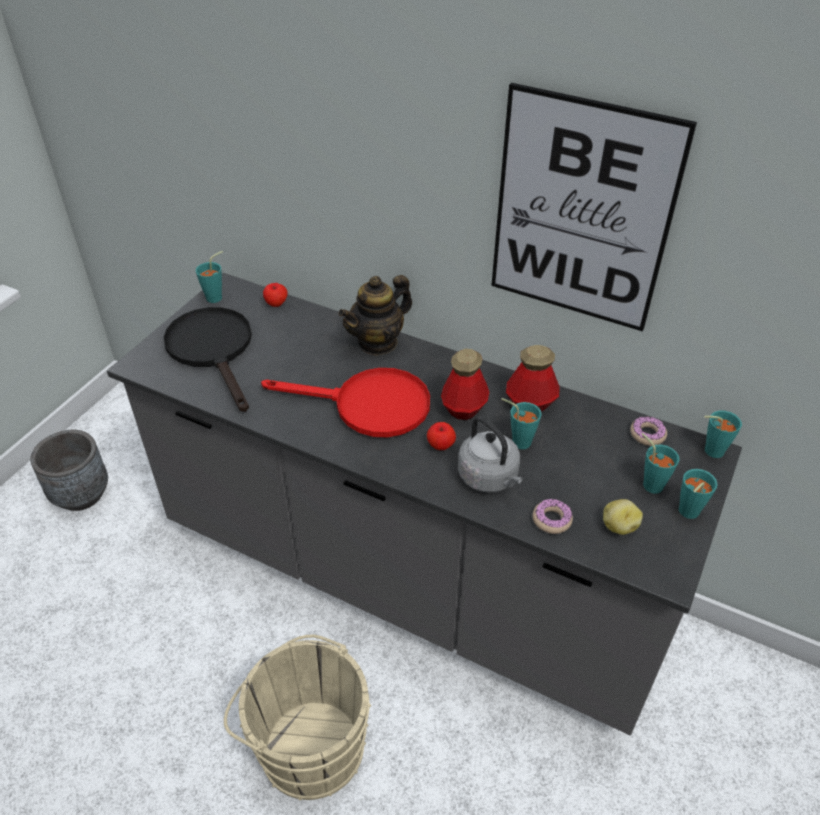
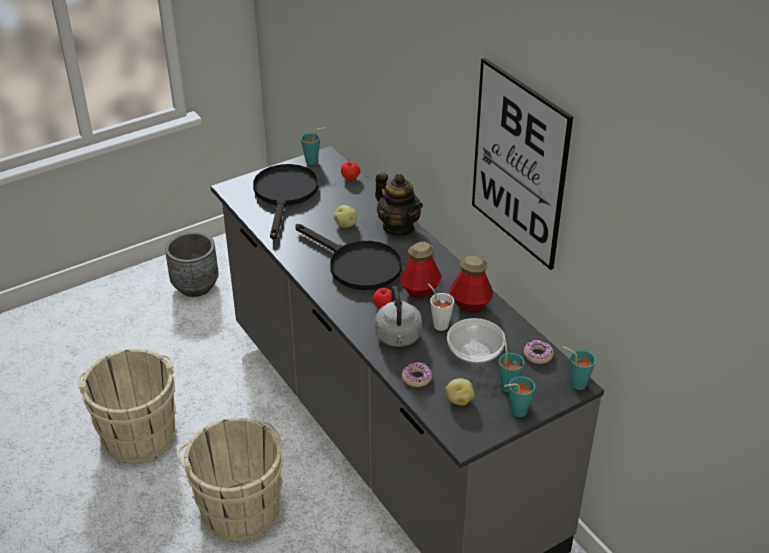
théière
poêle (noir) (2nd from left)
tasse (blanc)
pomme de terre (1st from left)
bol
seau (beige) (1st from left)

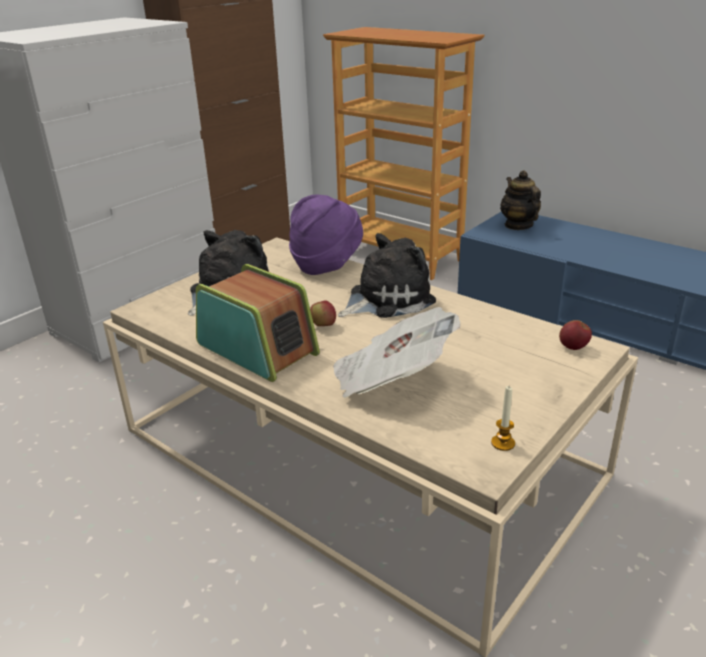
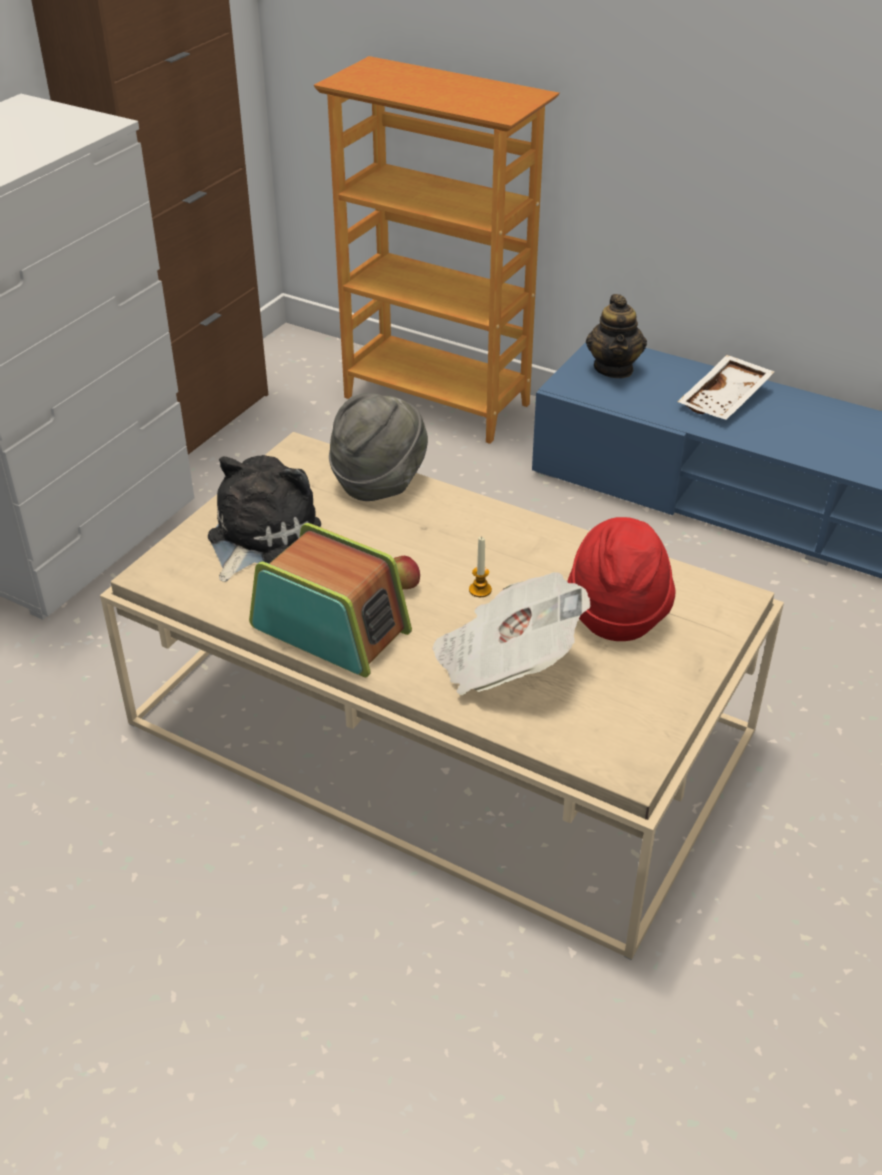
théière
chapeau (gris)
peluche (2nd from left in the first image)
pomme (2nd from left in the first image)
bougie
plateau (blanc)
chapeau (rouge)

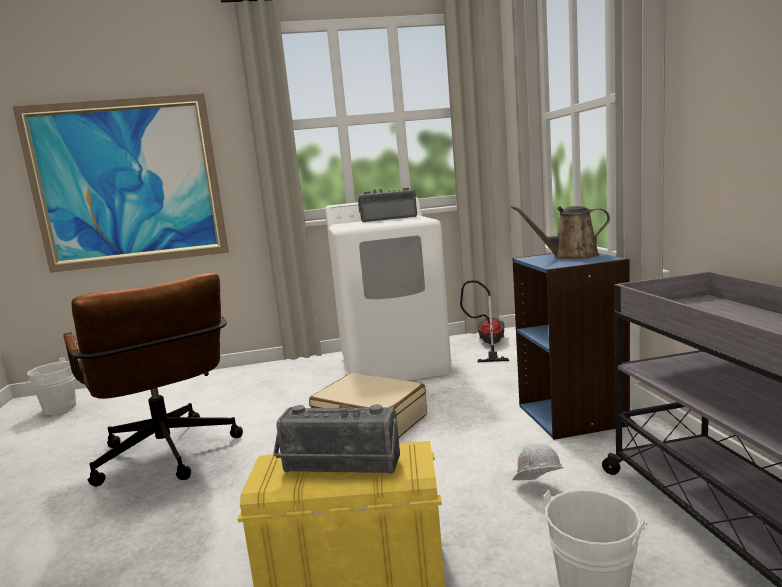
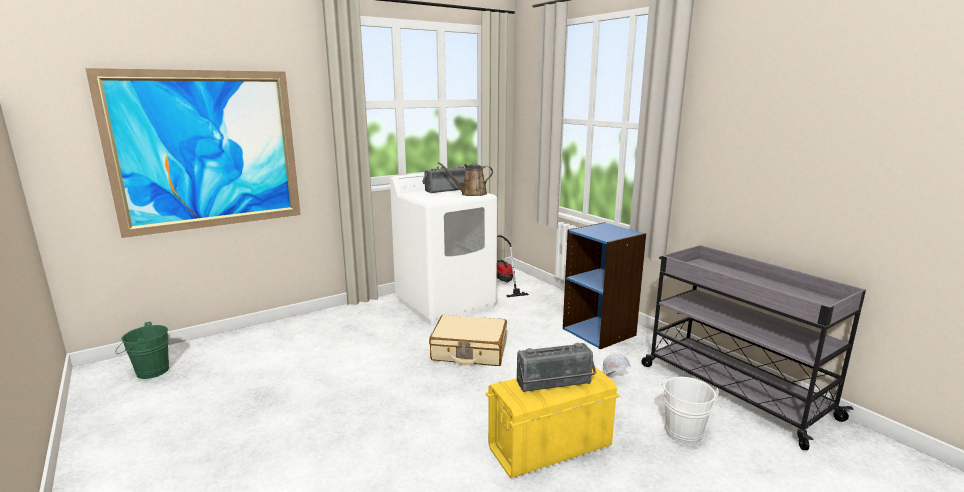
arrosoir (marron)
chaise de bureau (marron)
seau (vert)

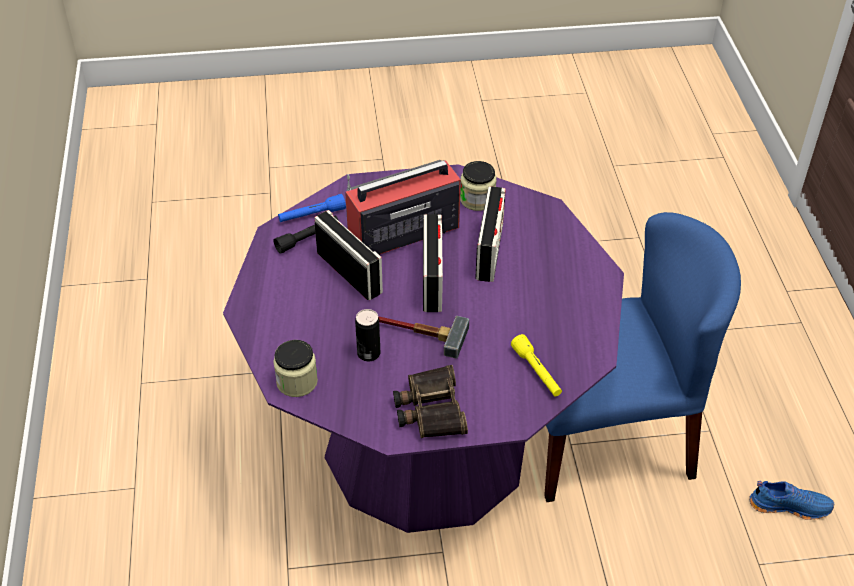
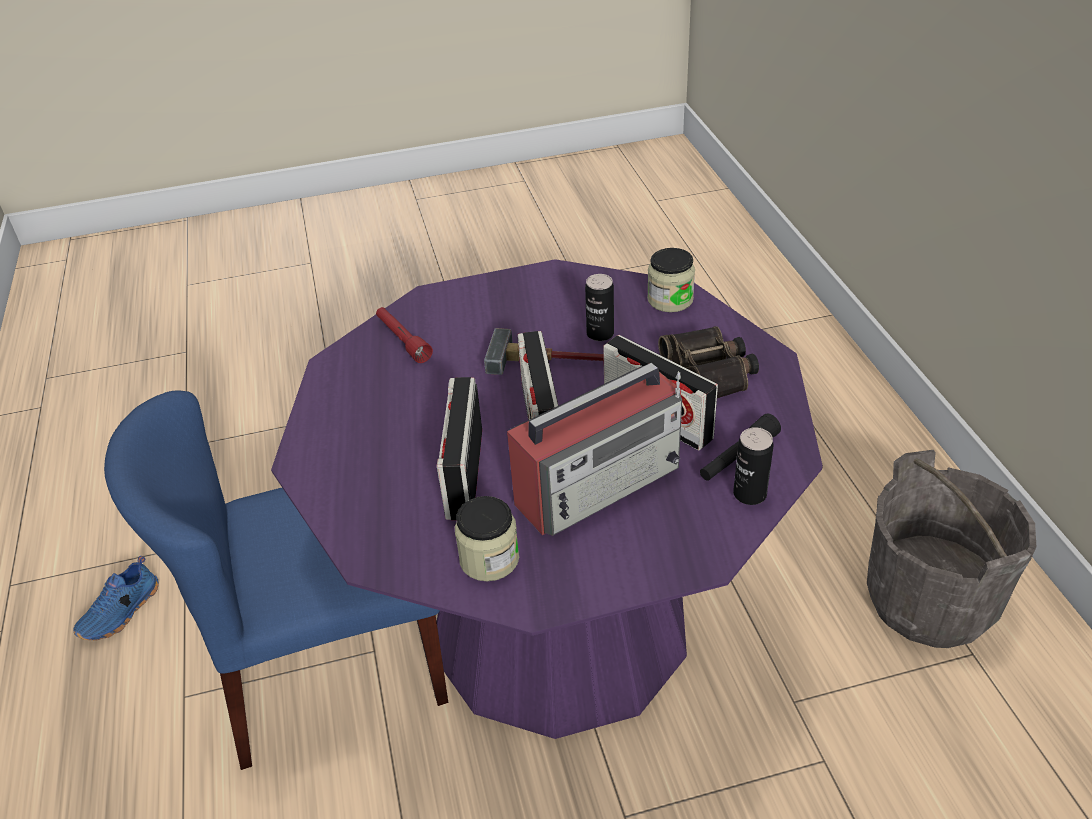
boîte métallique (2nd from left)
lampe de poche (rouge)
jumelles
chaussure (bleu)
seau (gris)

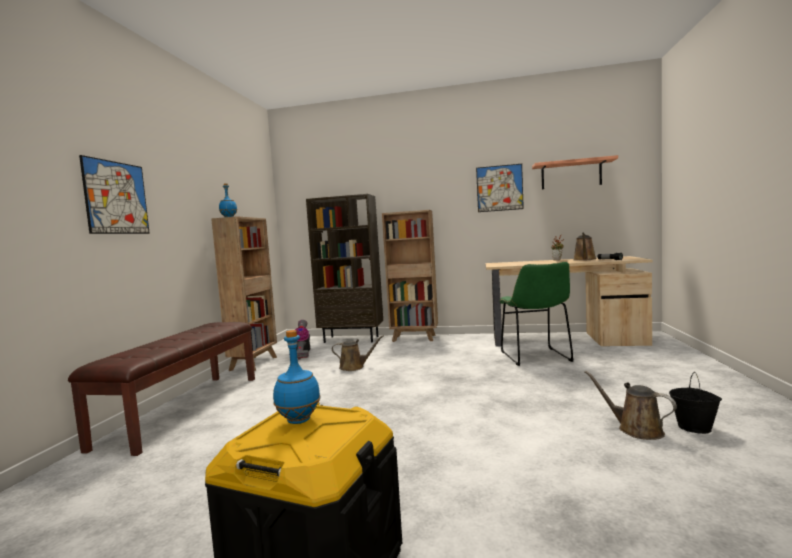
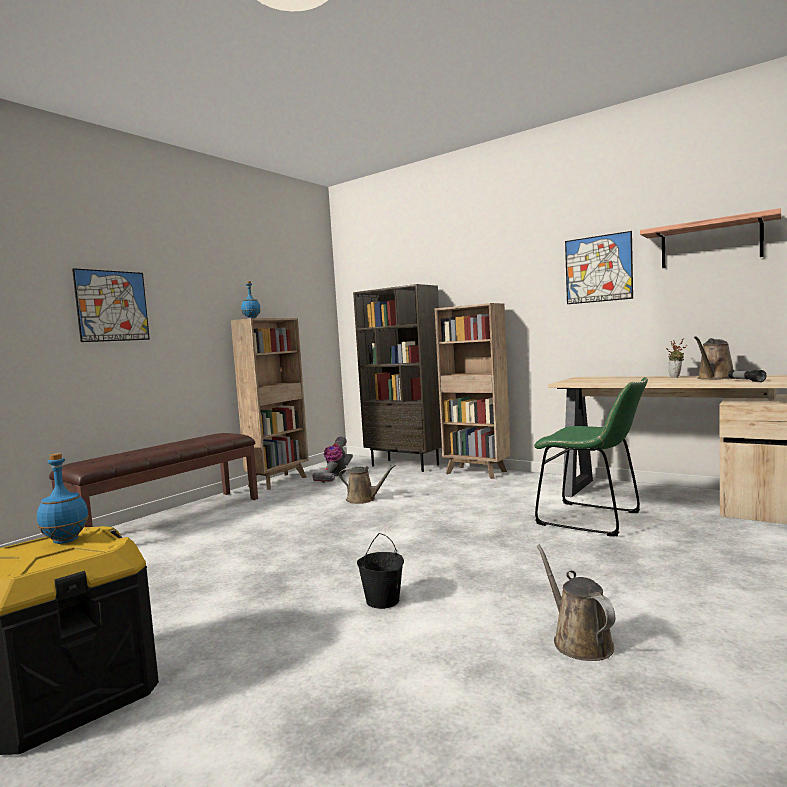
chaise (vert)
seau (noir)

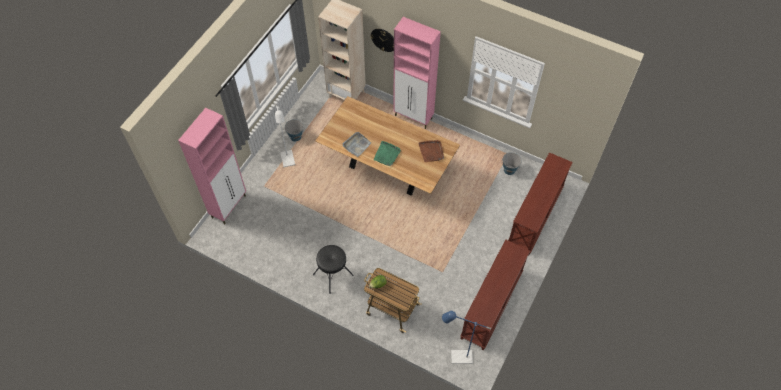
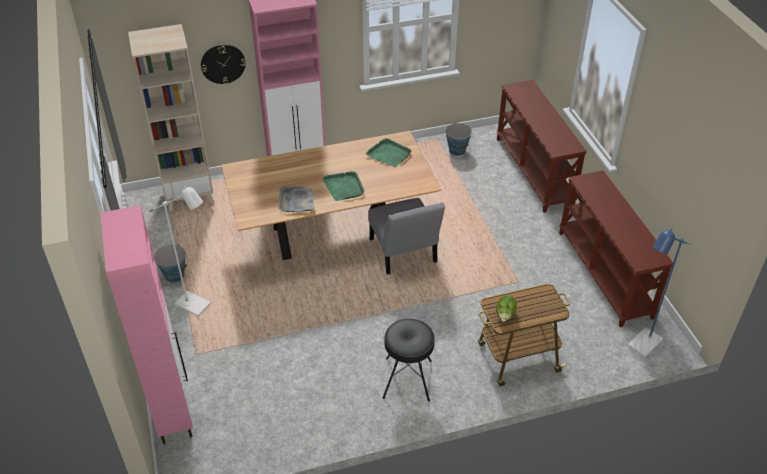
plateau (vert) (2nd from left)
chaise (gris)

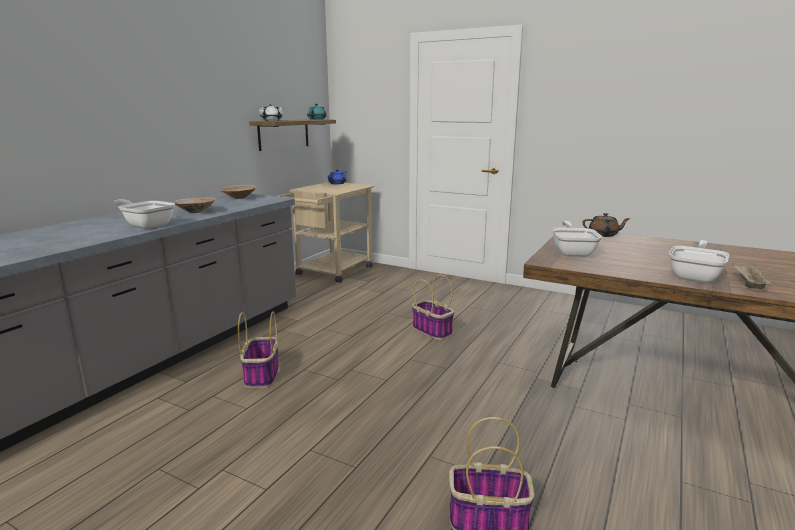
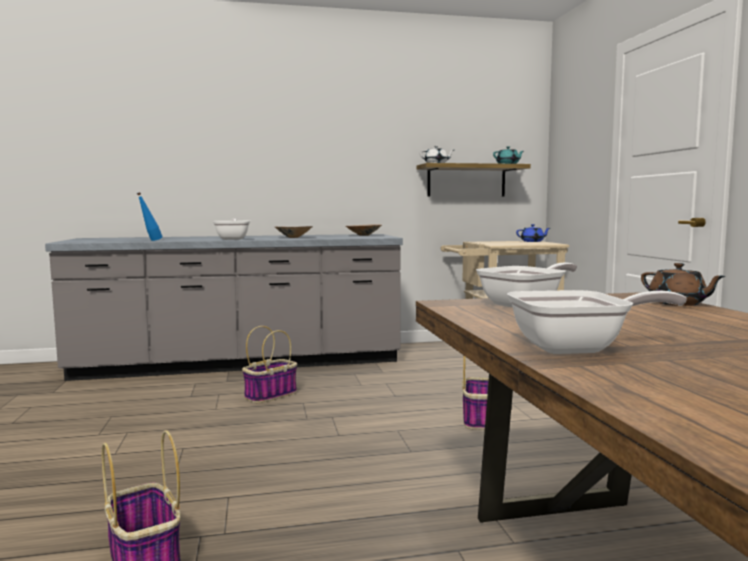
plateau (beige)
bouteille (bleu)

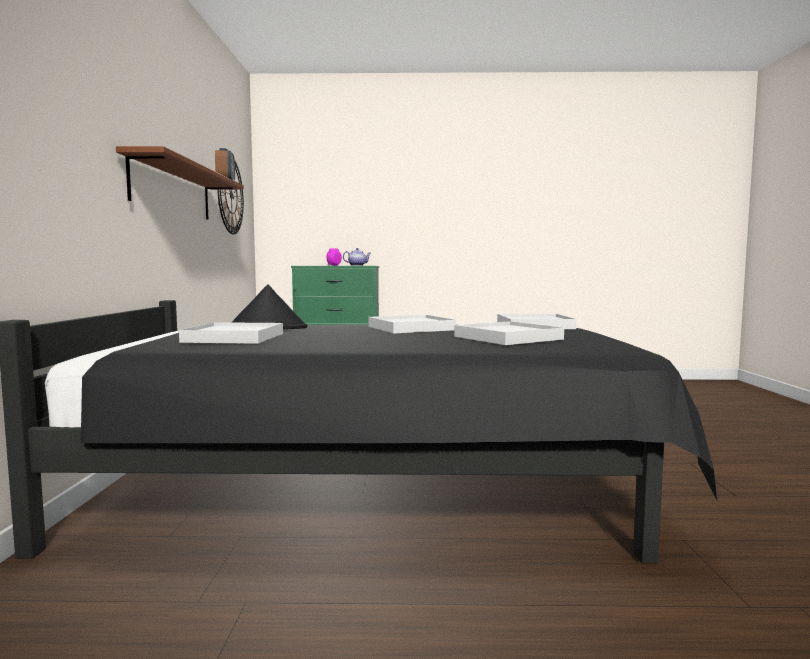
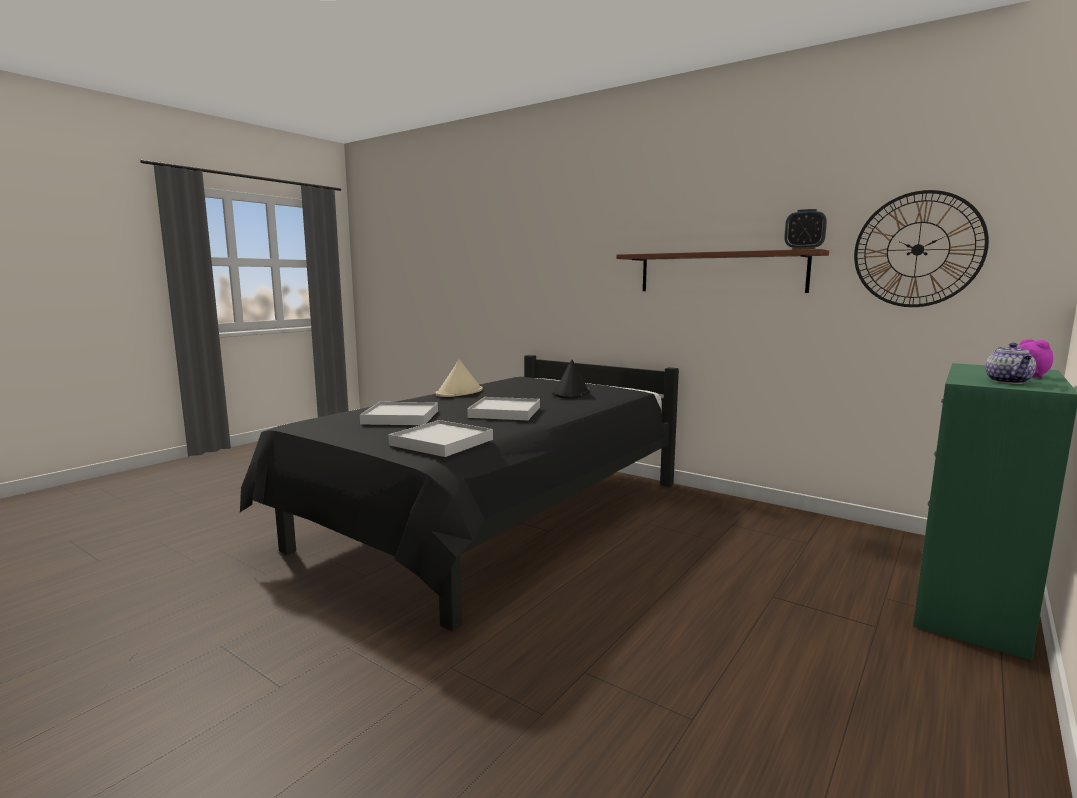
plateau (blanc) (1st from left in the first image)
chapeau (beige)

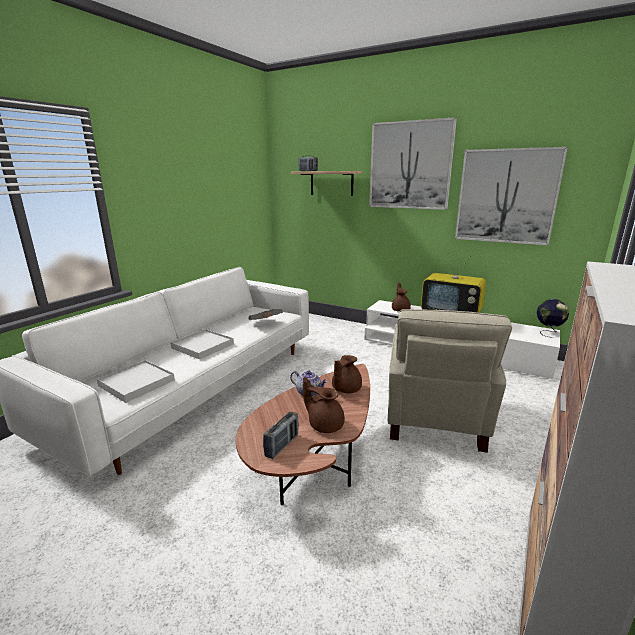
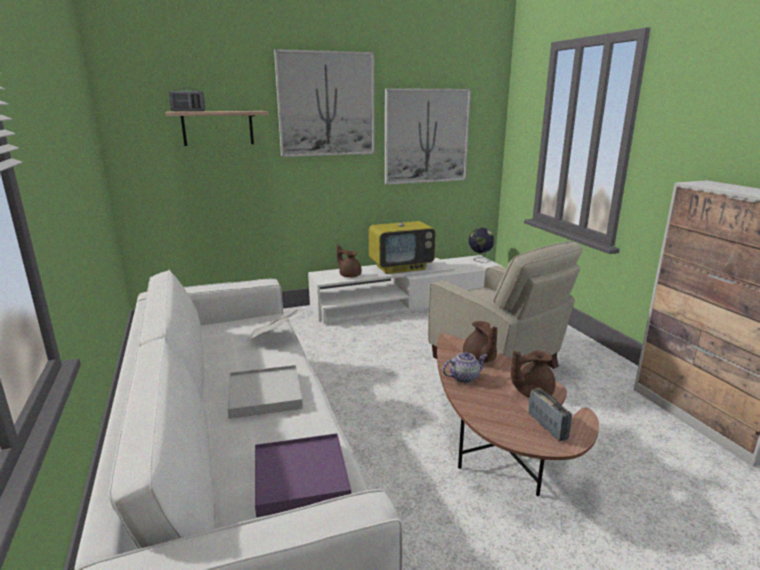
plateau (violet)

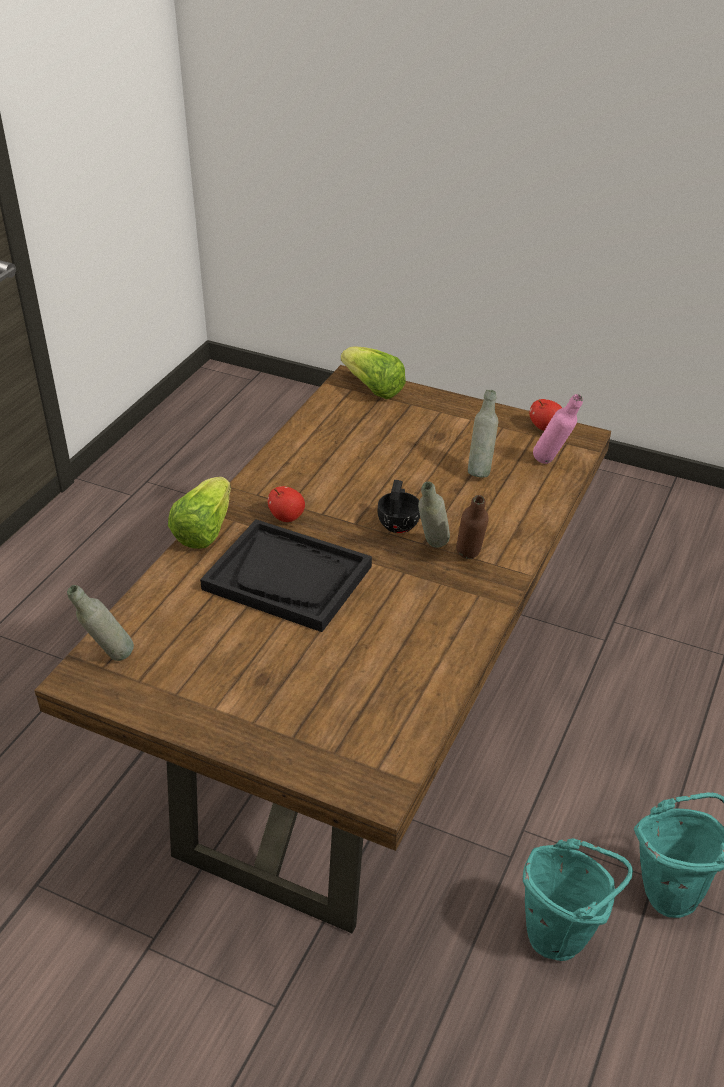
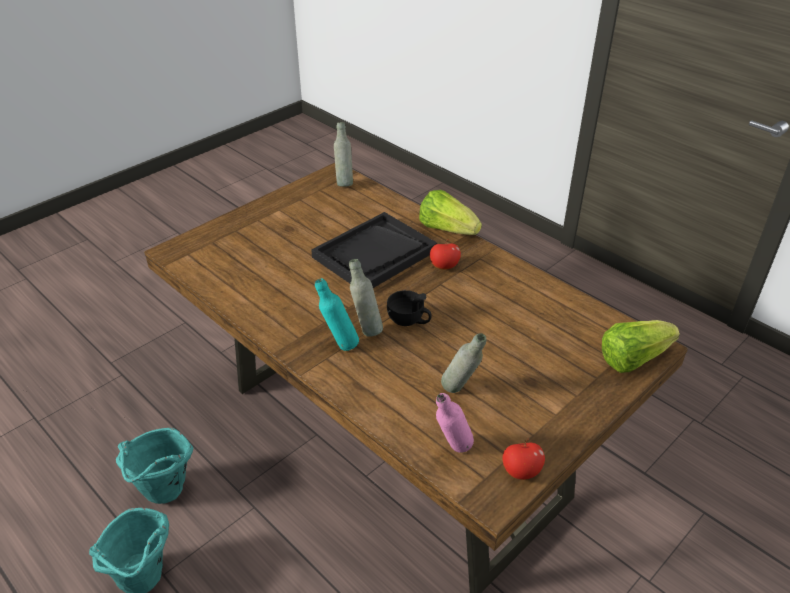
bouteille (turquoise)

